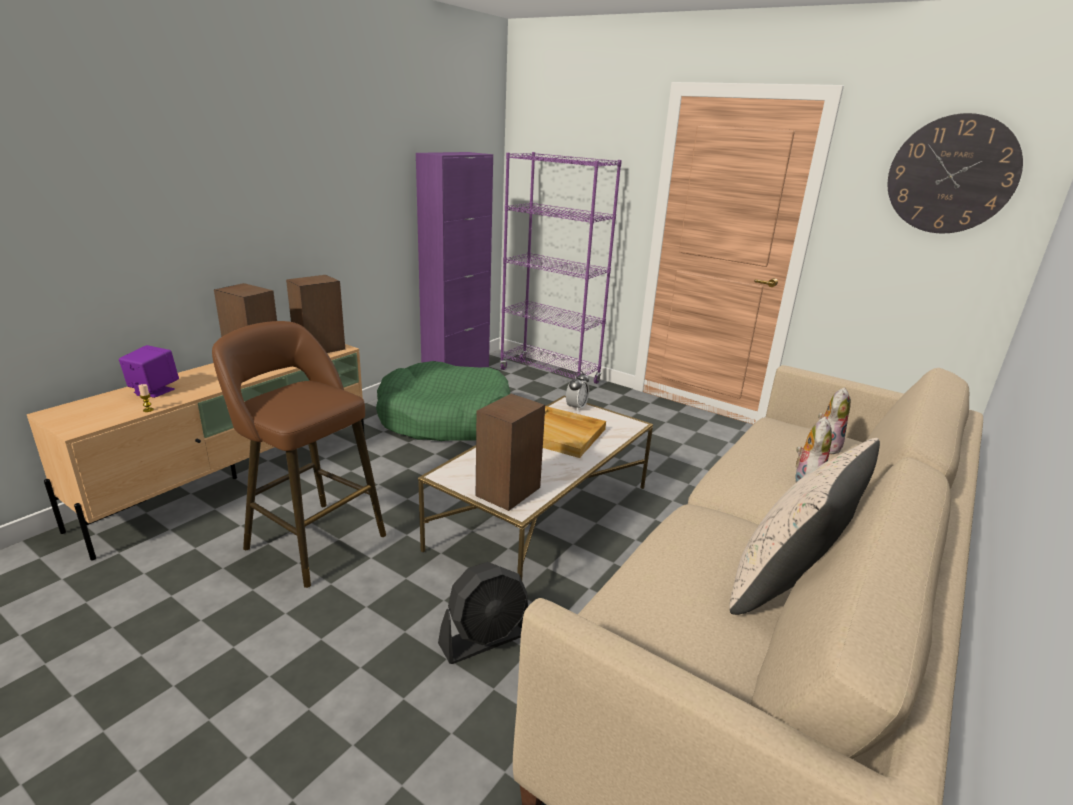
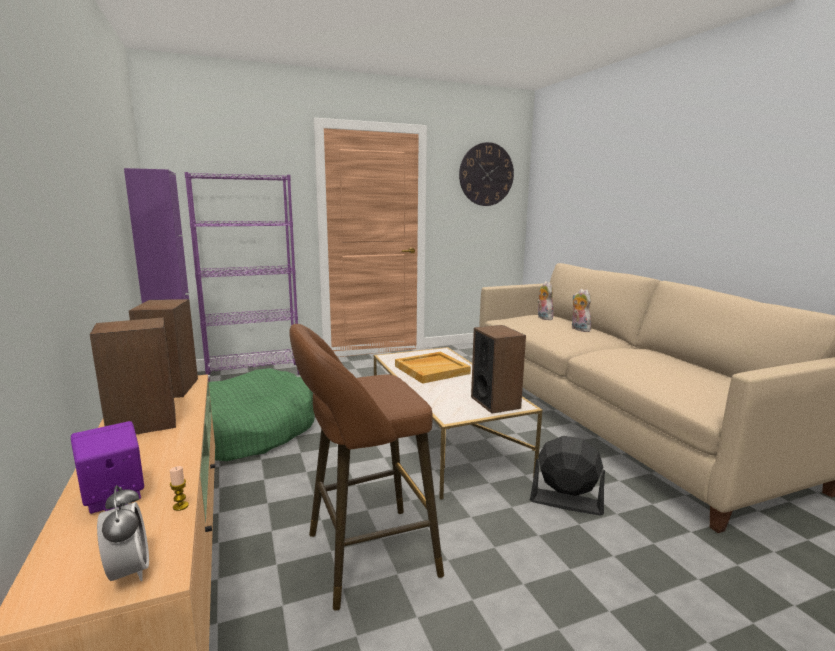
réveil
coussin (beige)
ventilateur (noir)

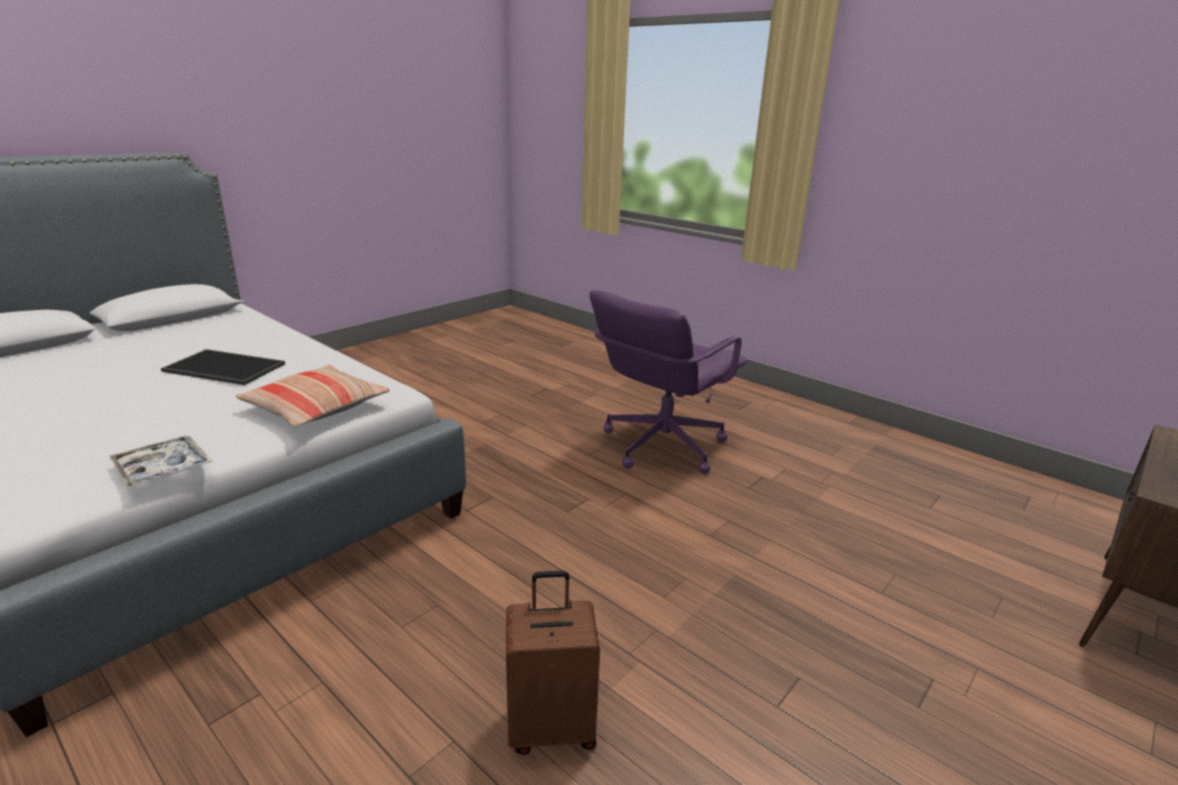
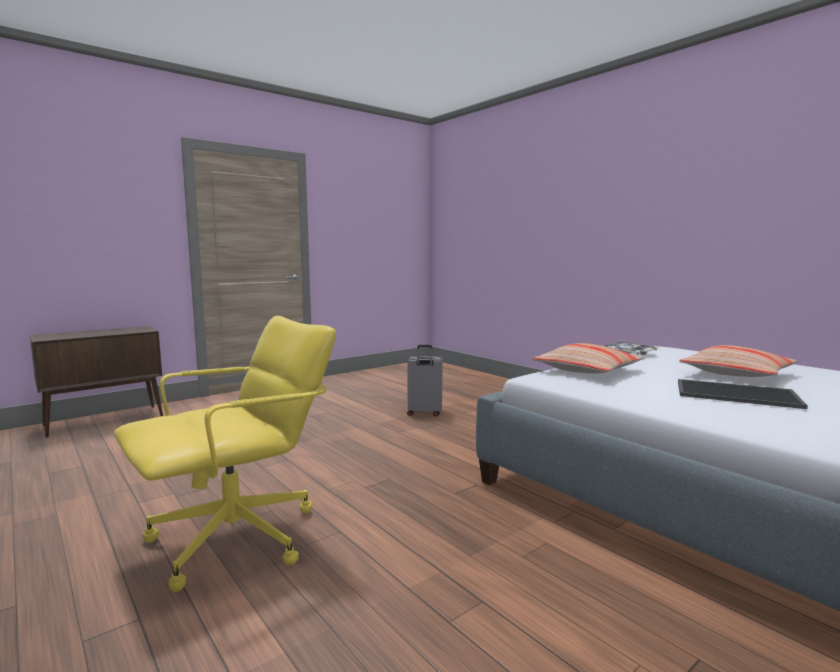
chaise de bureau (jaune)
valise (gris)
coussin (2nd from left)

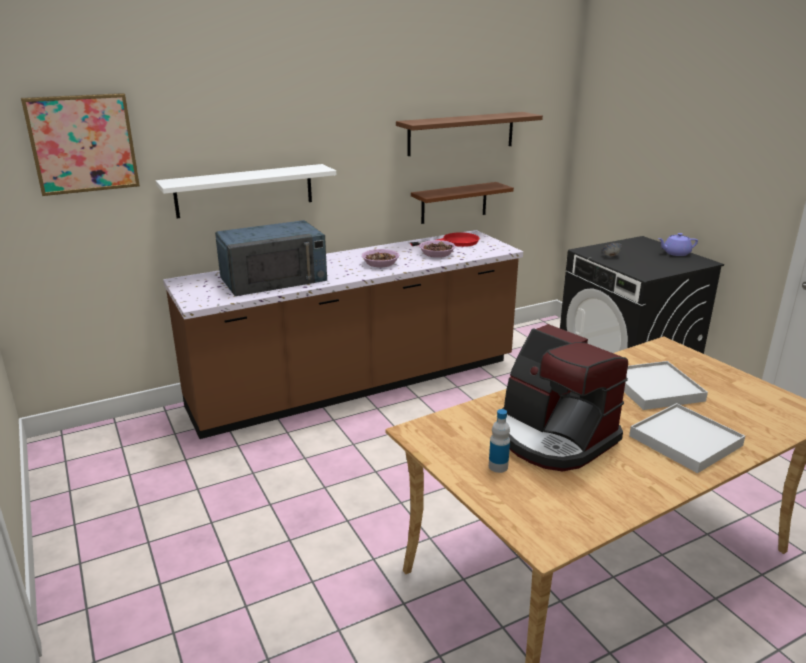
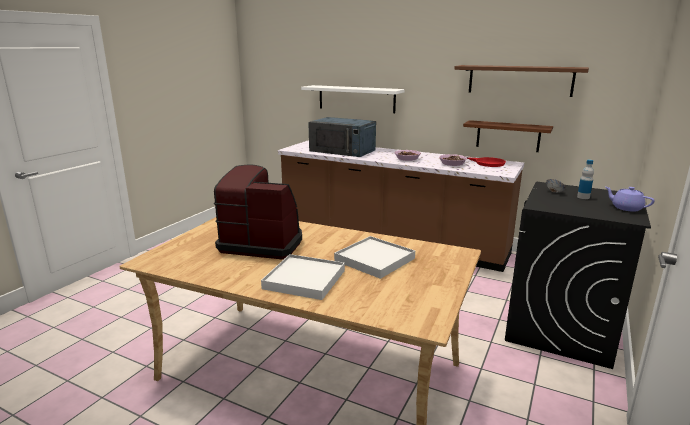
tableau
machine à café
bouteille

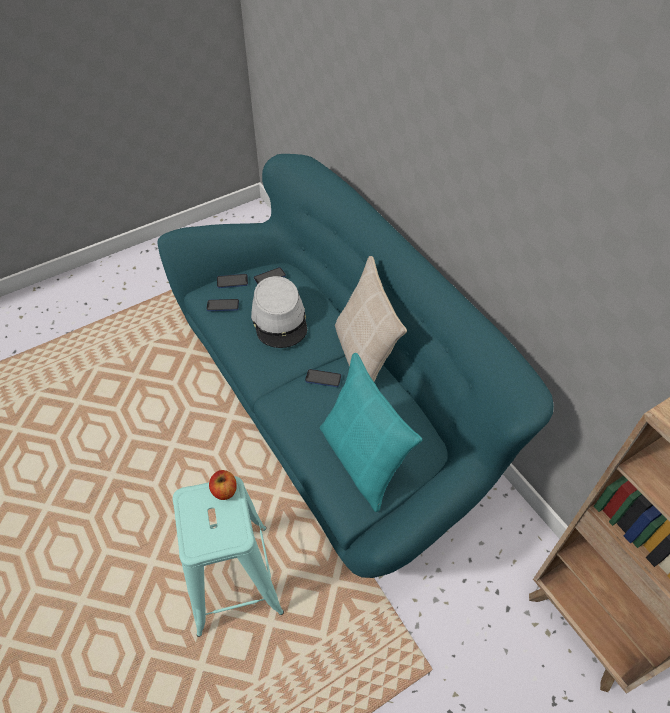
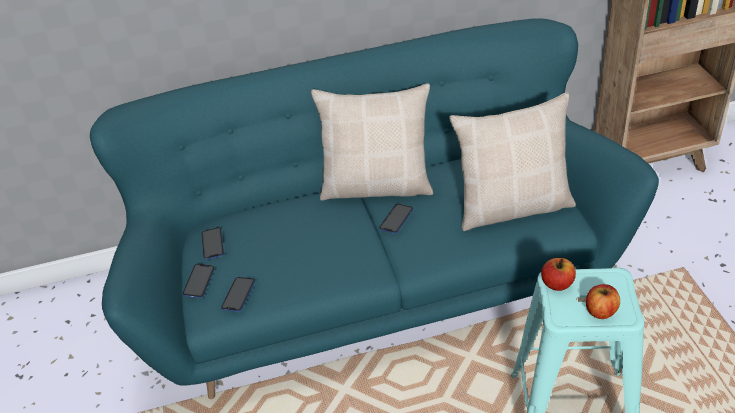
chapeau (gris)
coussin (beige) (2nd from left)
pomme (2nd from left)

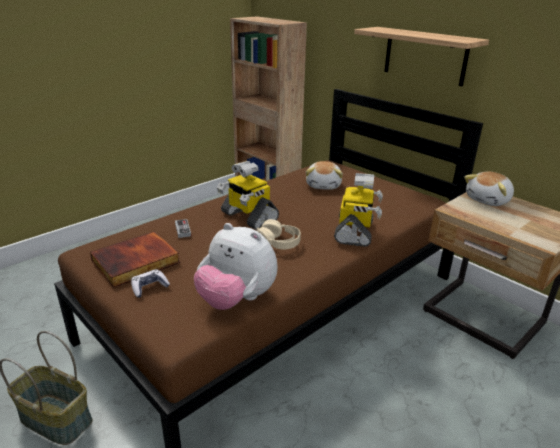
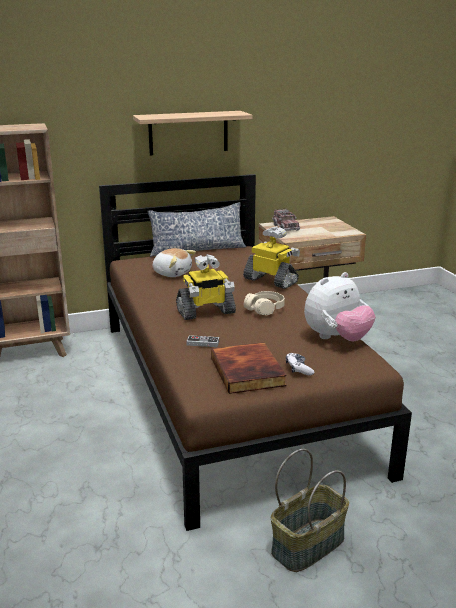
camion jouet
coussin

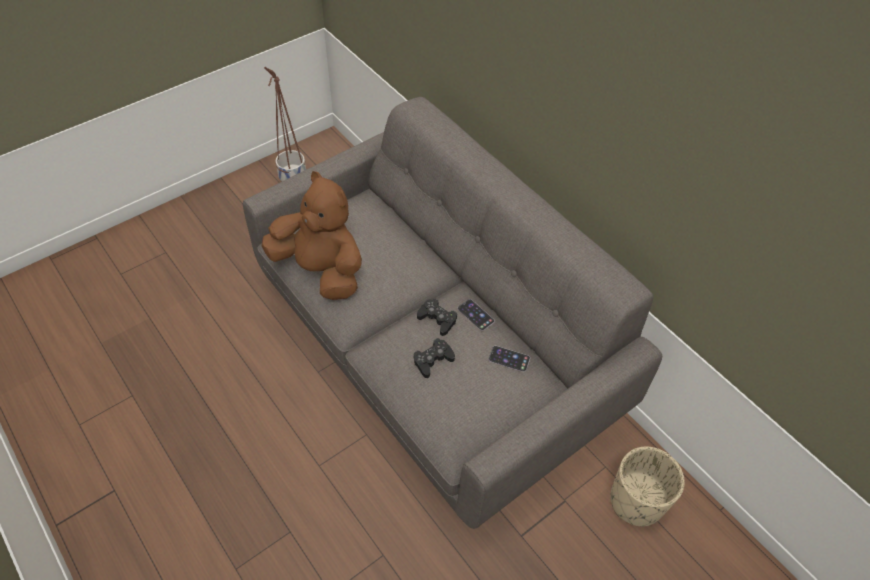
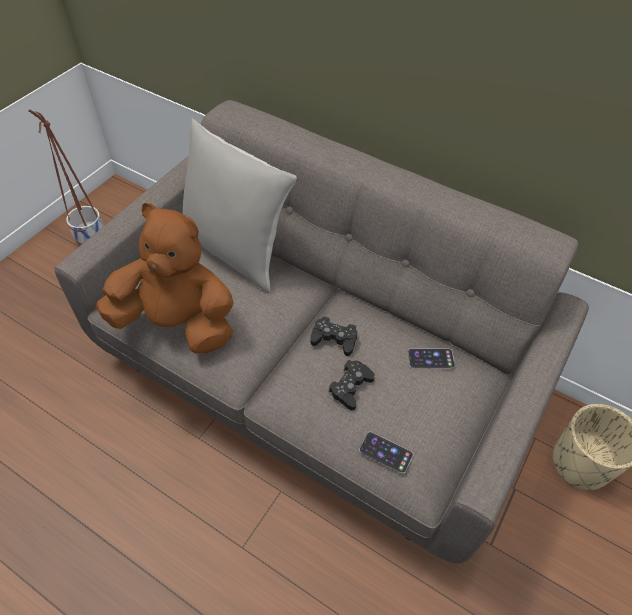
téléphone (1st from left)
coussin (gris)

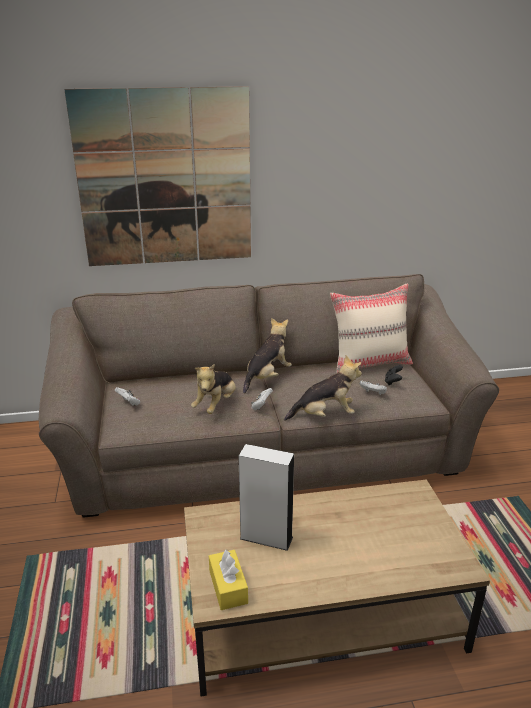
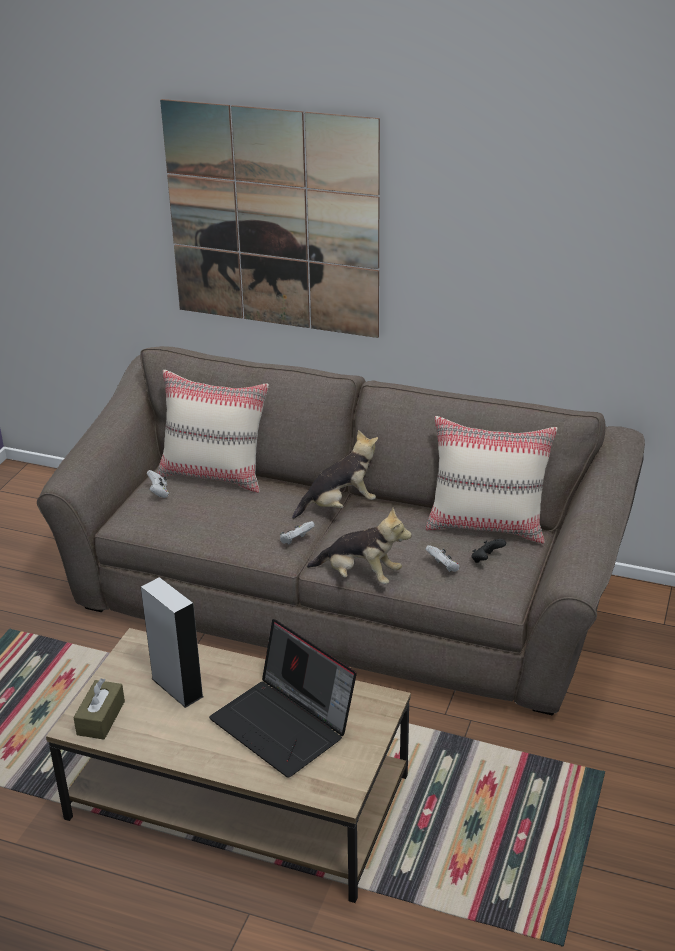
peluche (1st from left in the first image)
boîte à mouchoirs (marron)
coussin (beige) (1st from left)
ordinateur portable

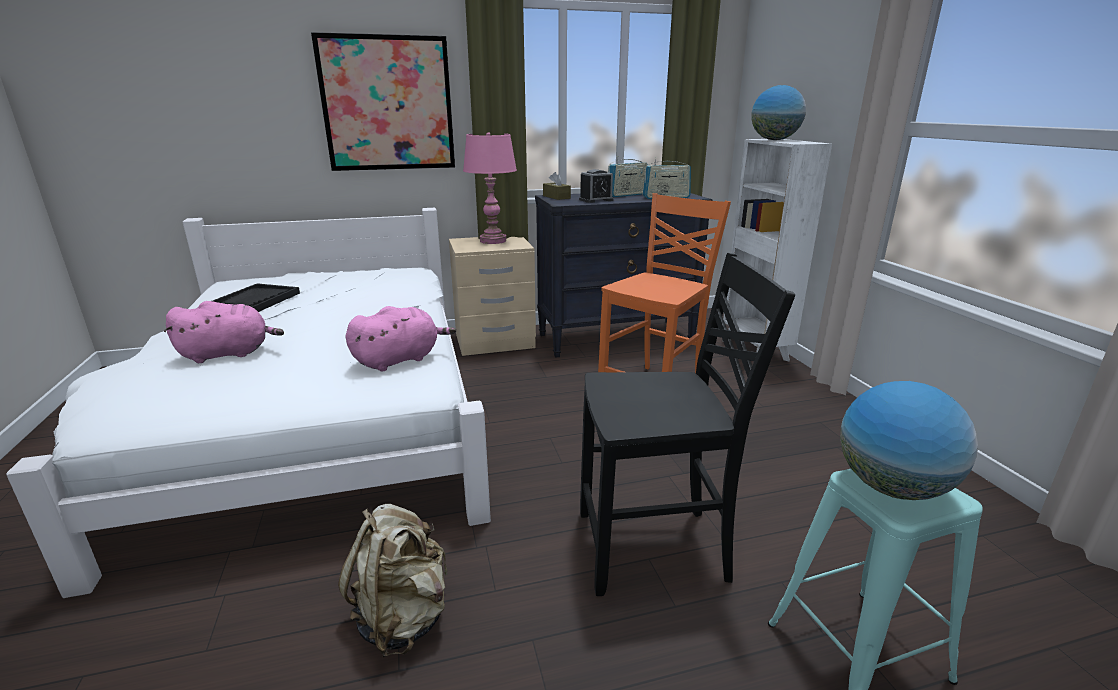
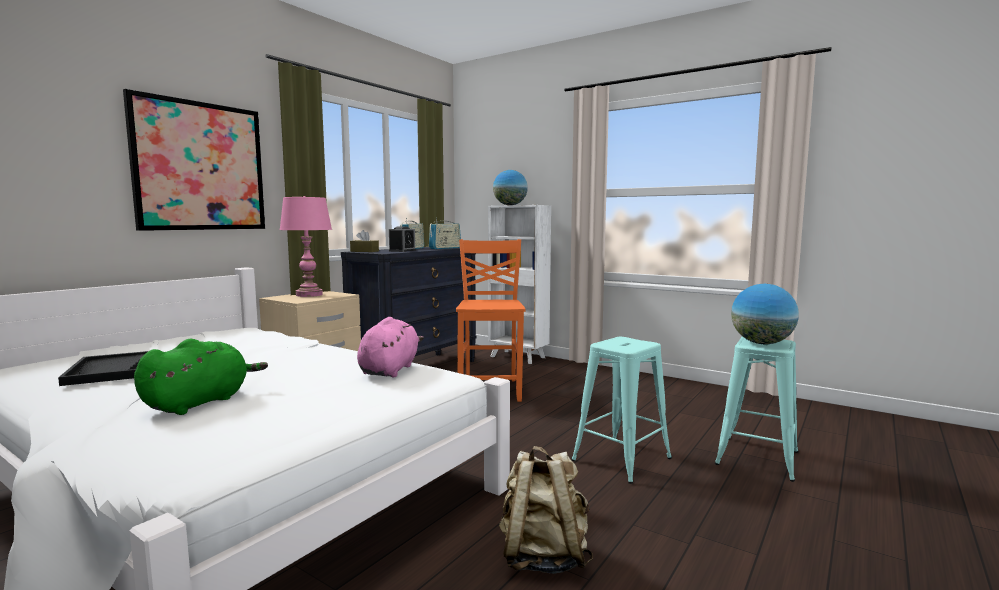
tabouret (turquoise) (1st from left)
peluche (vert)

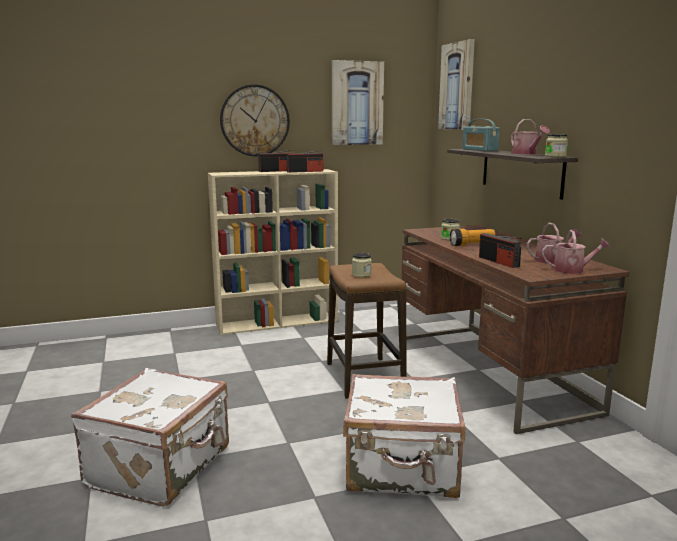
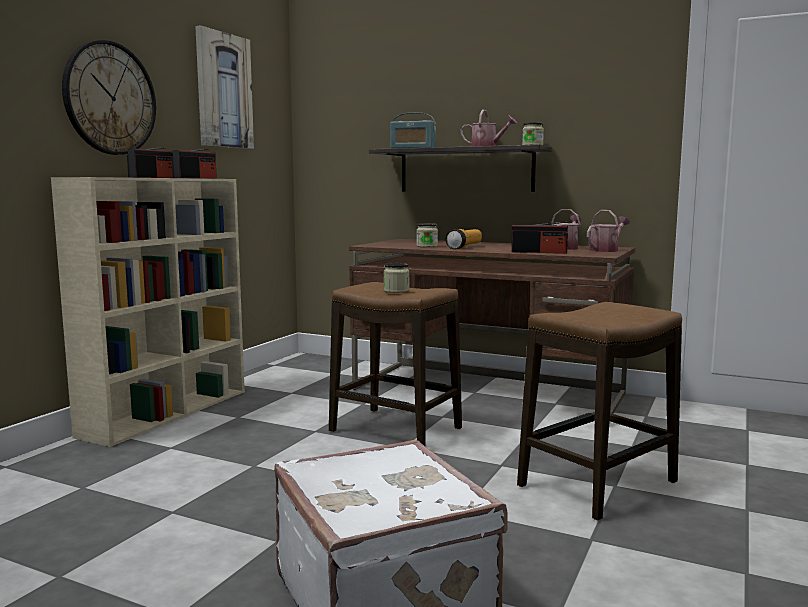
tableau (2nd from left in the first image)
tabouret (2nd from left)

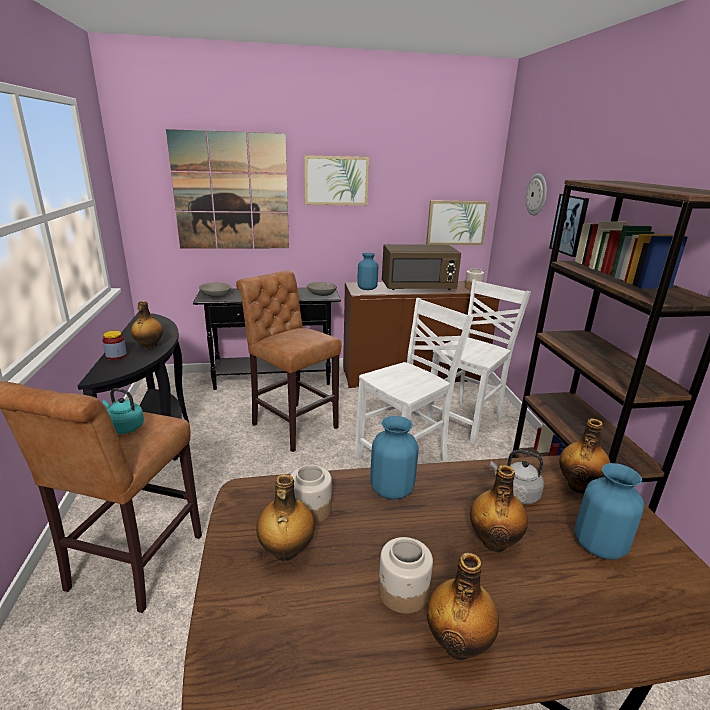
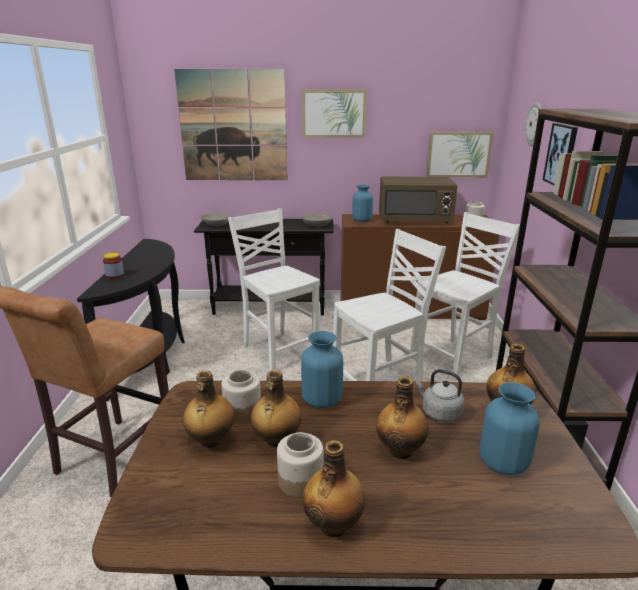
chaise (blanc) (1st from left)
bouteille (2nd from left)
bouilloire (turquoise)

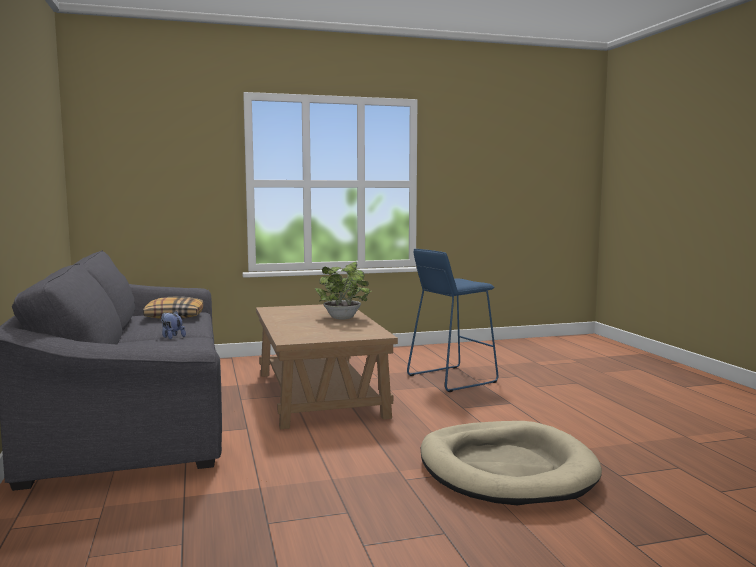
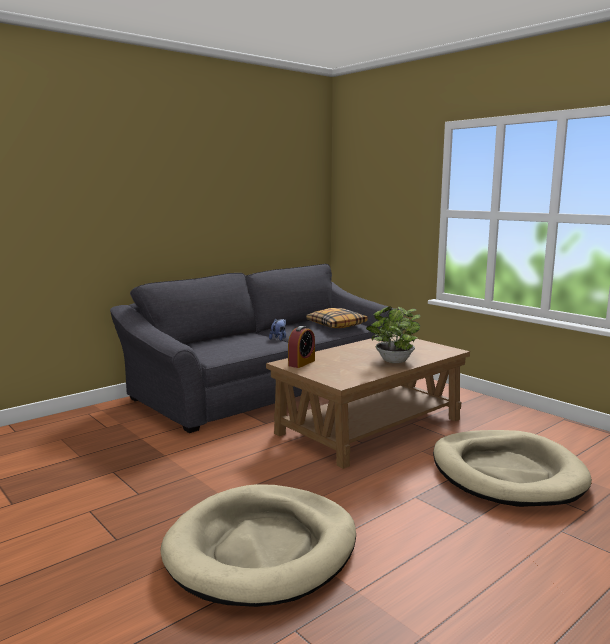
panier pour chien (beige) (2nd from left)
réveil

